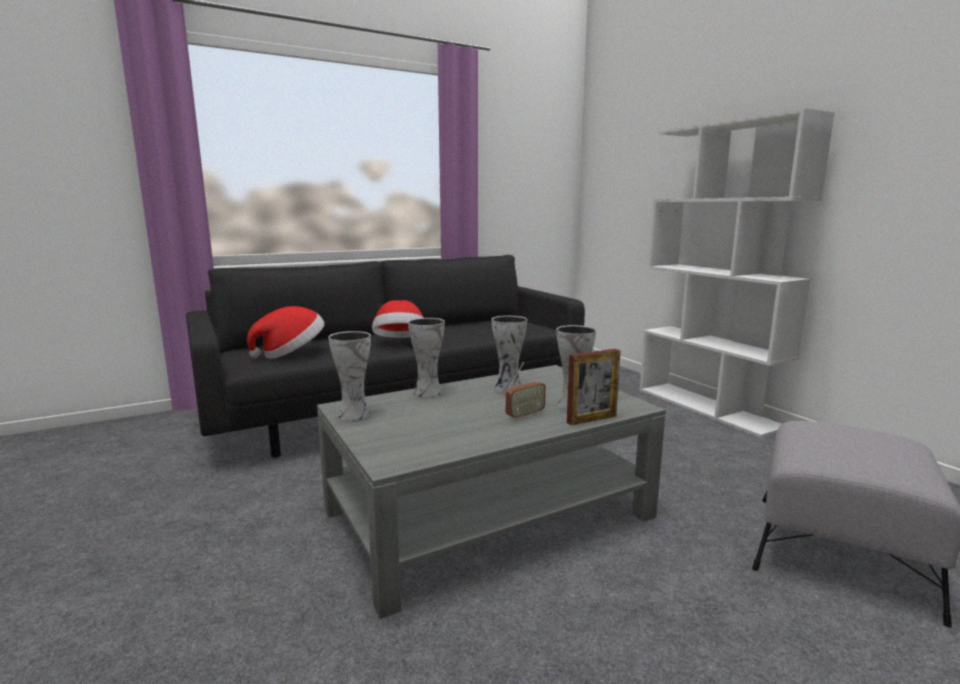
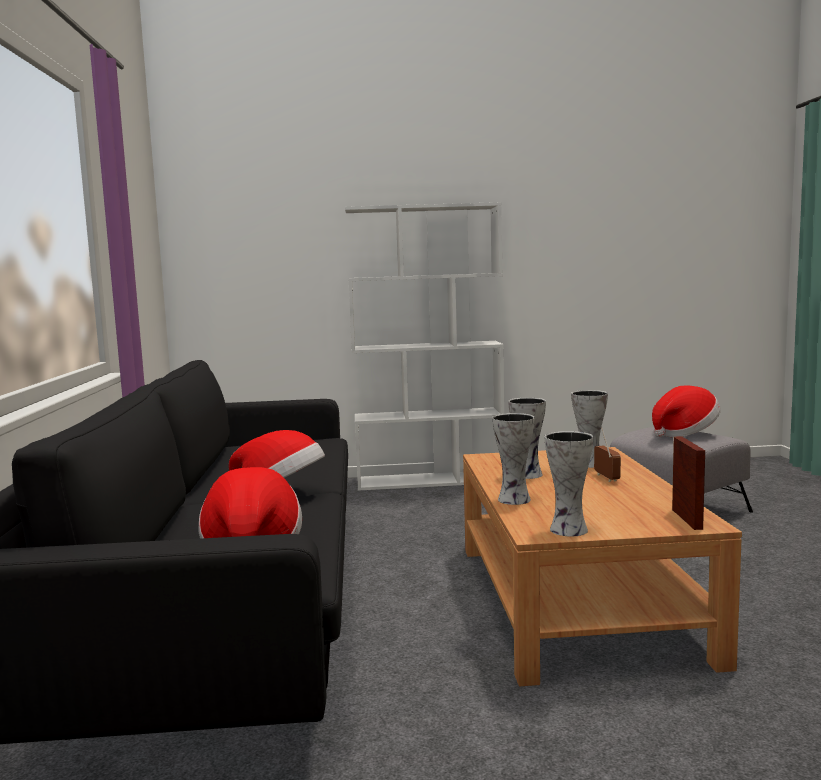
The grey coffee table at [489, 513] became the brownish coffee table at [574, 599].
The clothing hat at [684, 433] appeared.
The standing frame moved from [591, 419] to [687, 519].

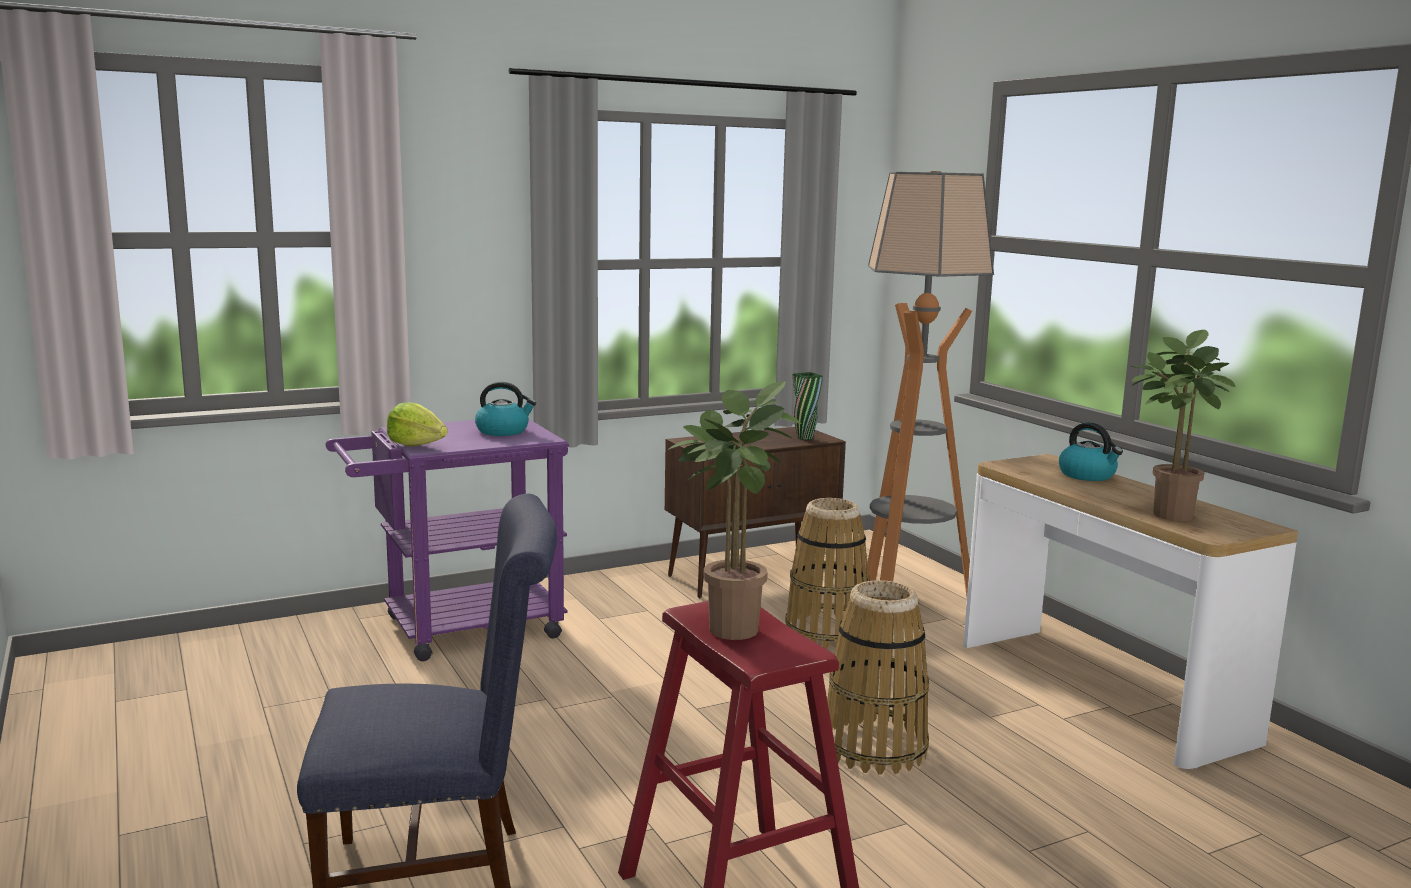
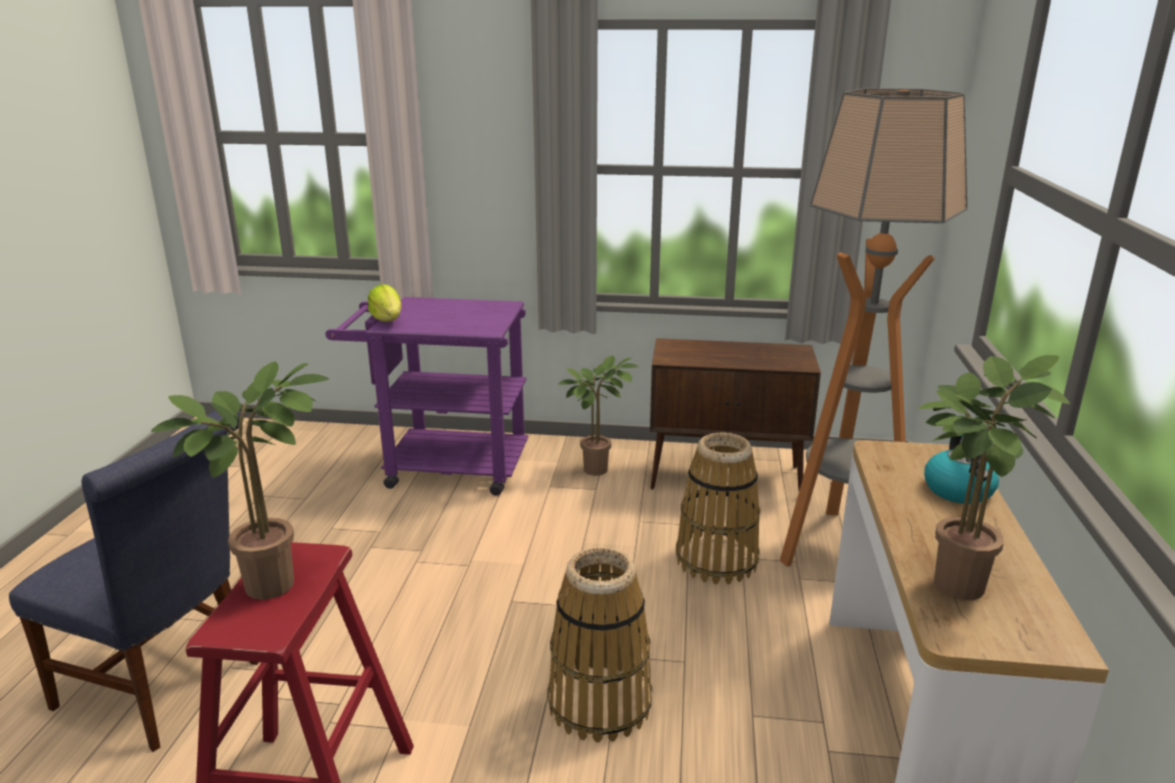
The potted plant at [597, 467] appeared.
The water kettle at [503, 431] disappeared.
The green-coloured flower vase at [804, 438] disappeared.

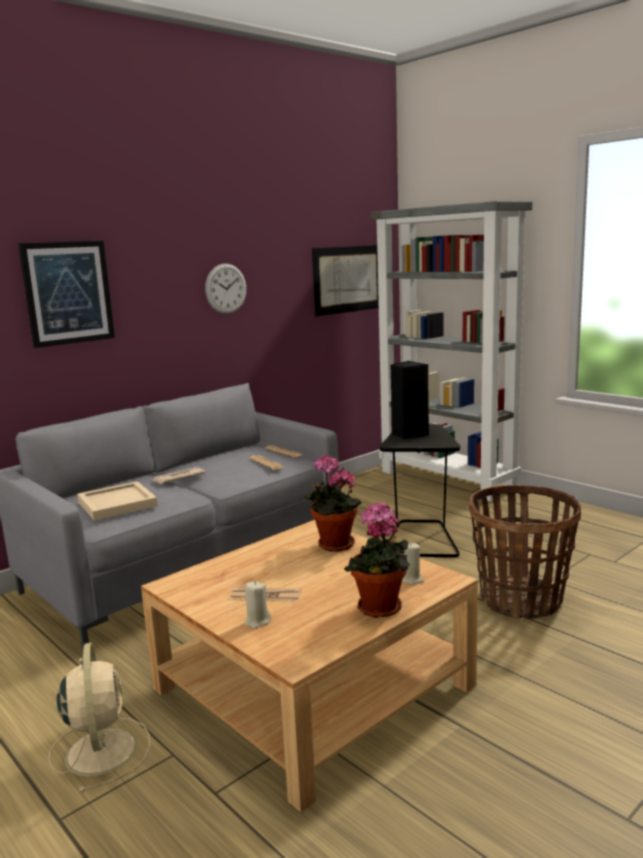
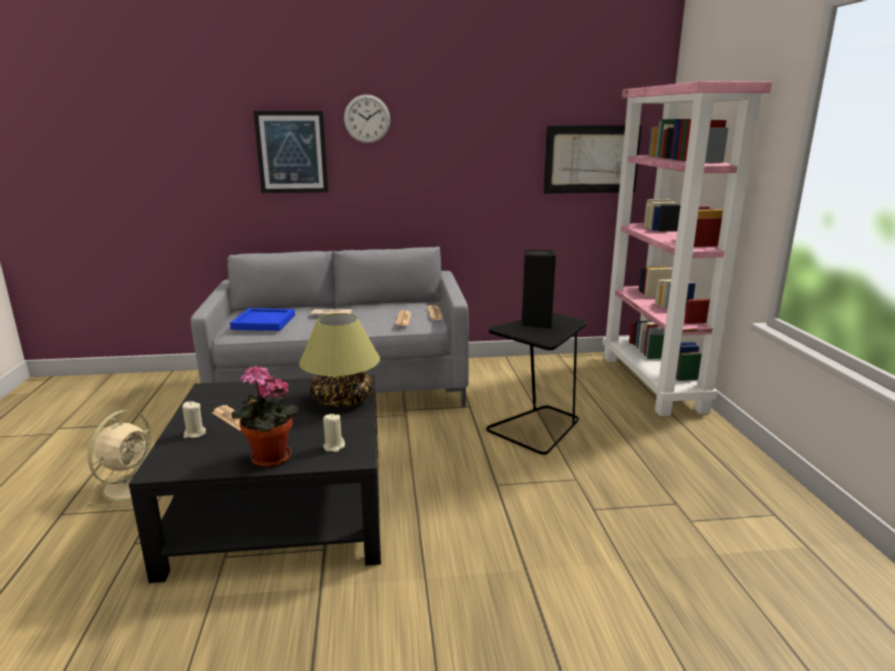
The beige coffee table at [312, 687] became the blackish coffee table at [282, 506].
The beige carrying tray at [118, 503] became the blue carrying tray at [265, 322].
The potted plant at [333, 545] was replaced by the table lamp at [341, 399].
The wall clock moved from [226, 288] to [367, 119].
The grey shelving unit at [448, 480] became the pink-coloured shelving unit at [653, 383].
The household basket at [521, 600] disappeared.

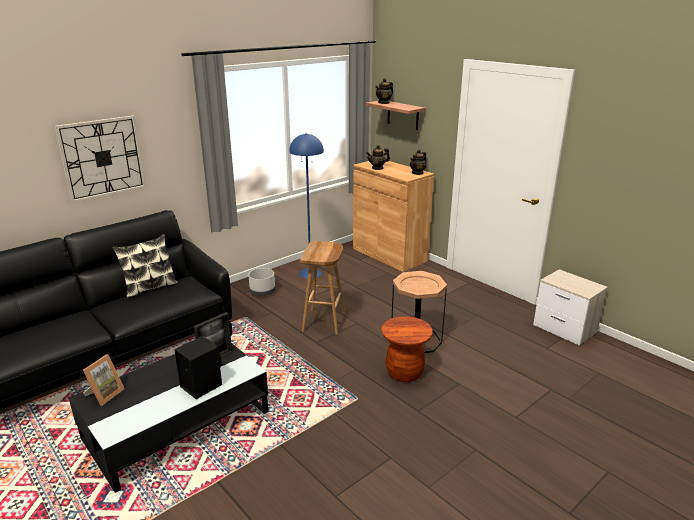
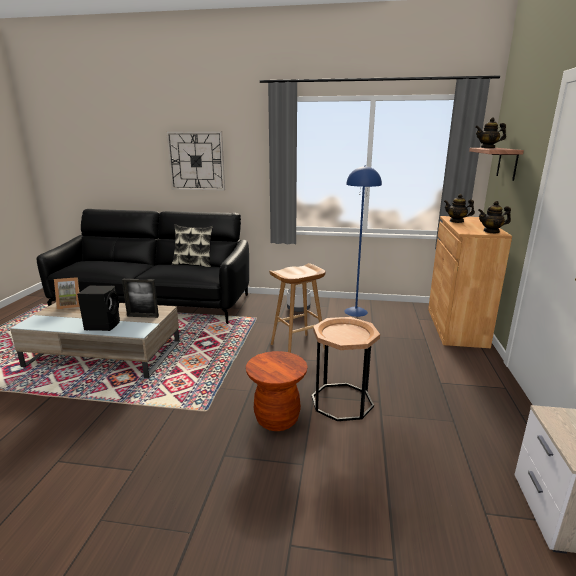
The blackish coffee table at [177, 425] became the beige coffee table at [104, 354].

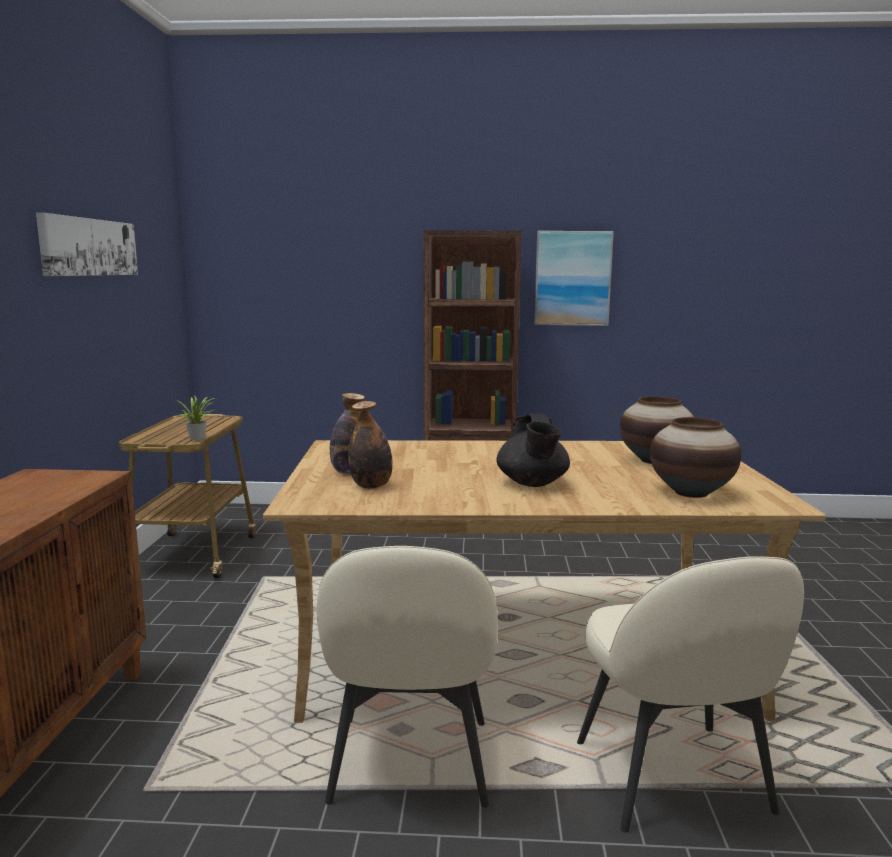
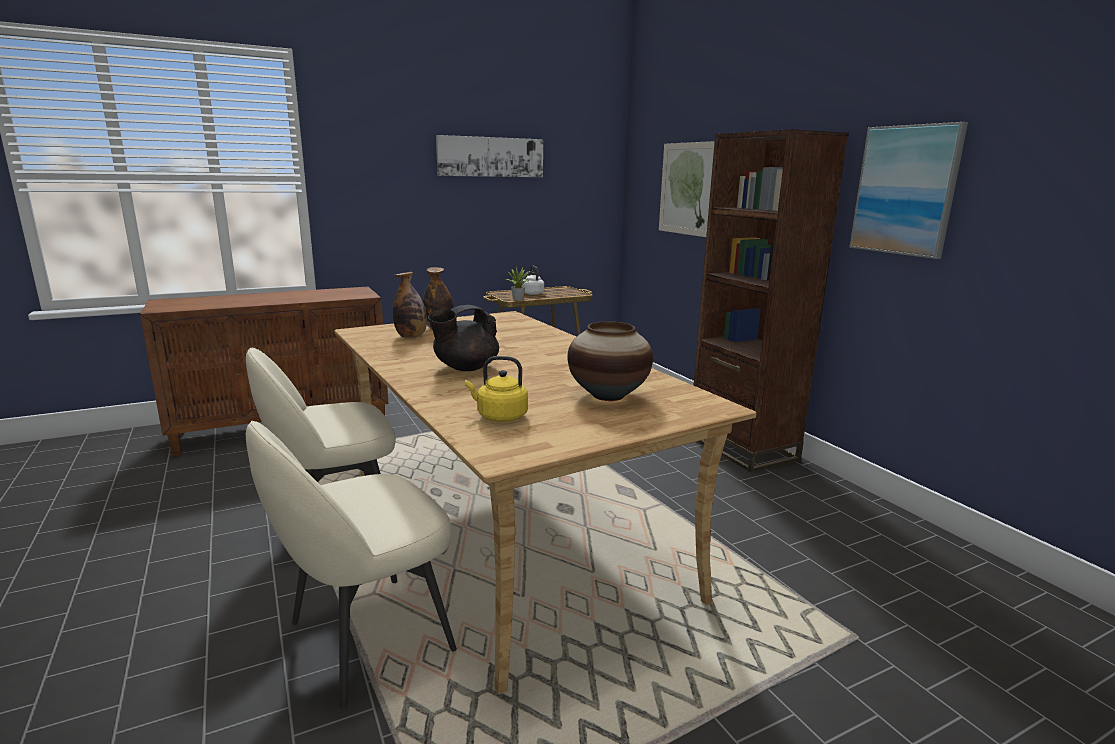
The flower vase at [691, 493] was replaced by the yellow-coloured water kettle at [499, 416].
The white-coloured water kettle at [532, 293] appeared.
The picture at [688, 189] appeared.

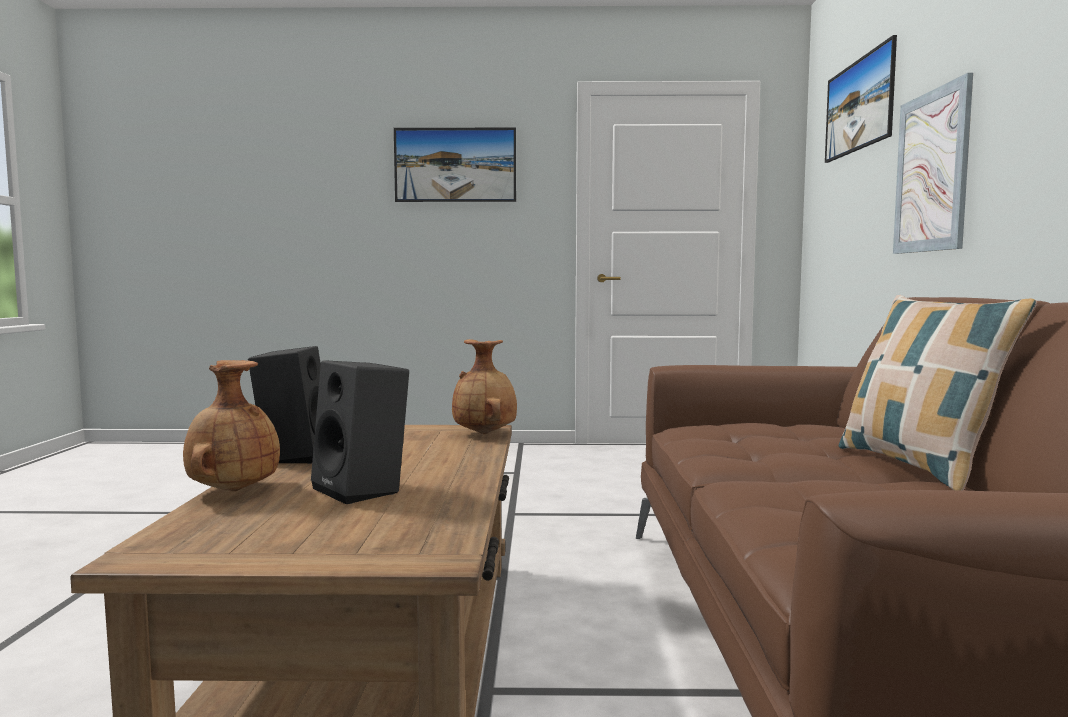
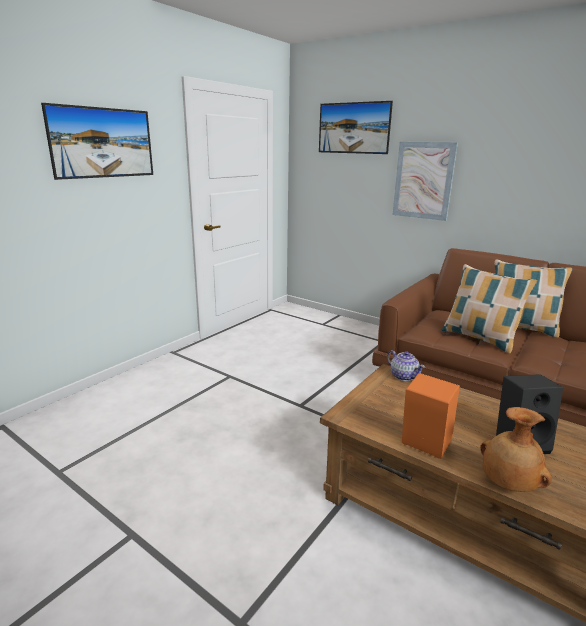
The brownish flower vase at [486, 433] was replaced by the teapot at [403, 376].
The blackish loudspeaker at [293, 456] became the orangey loudspeaker at [423, 445].
The cushion at [479, 338] appeared.

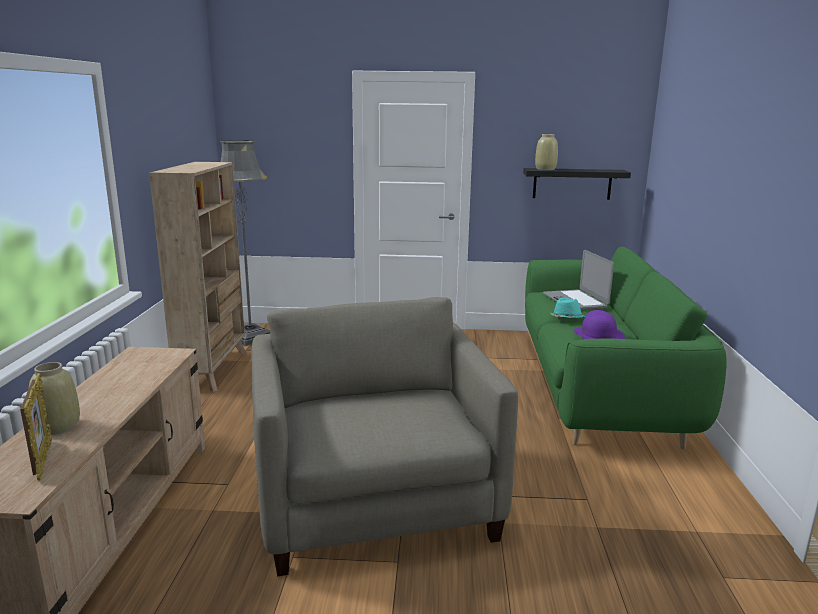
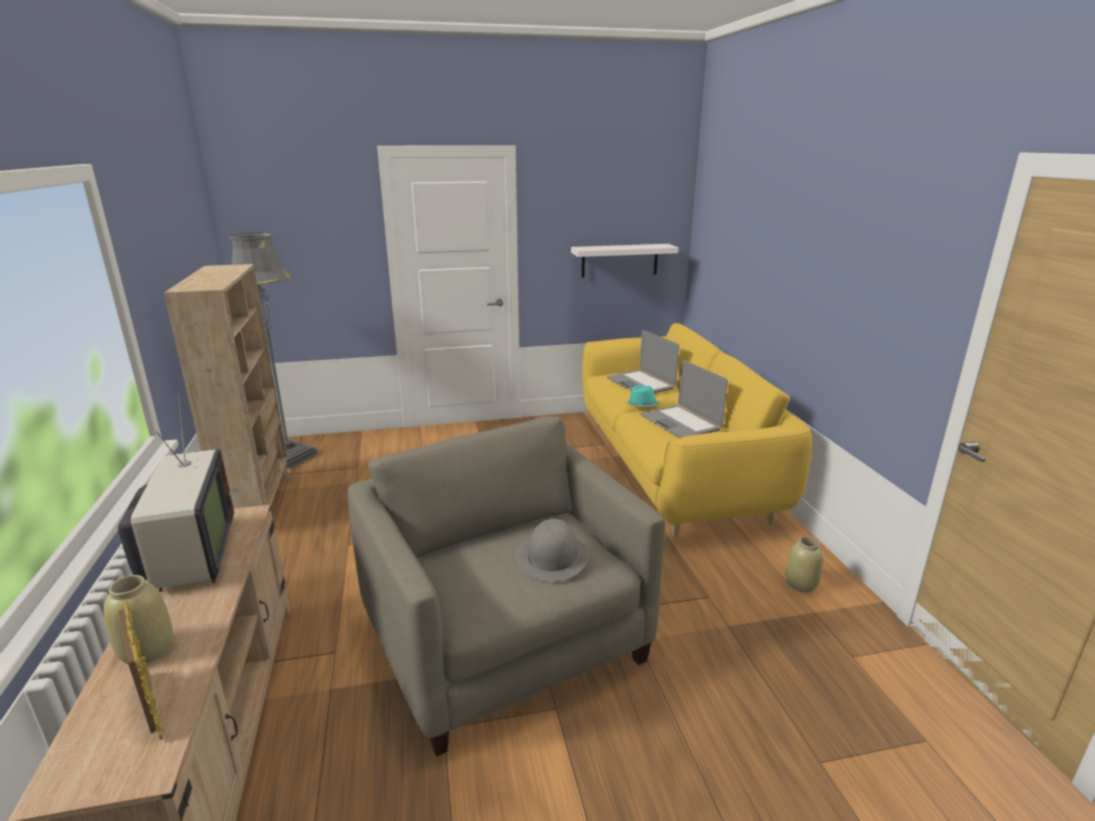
The TV at [190, 556] appeared.
The grey clothing hat at [552, 556] appeared.
The blackish shelf at [572, 183] became the white-coloured shelf at [619, 260].
The green-coloured sofa at [597, 387] became the yellow-coloured sofa at [672, 468].
The purplish clothing hat at [598, 335] was replaced by the laptop at [680, 423].
The beige flower vase moved from [545, 169] to [800, 584].

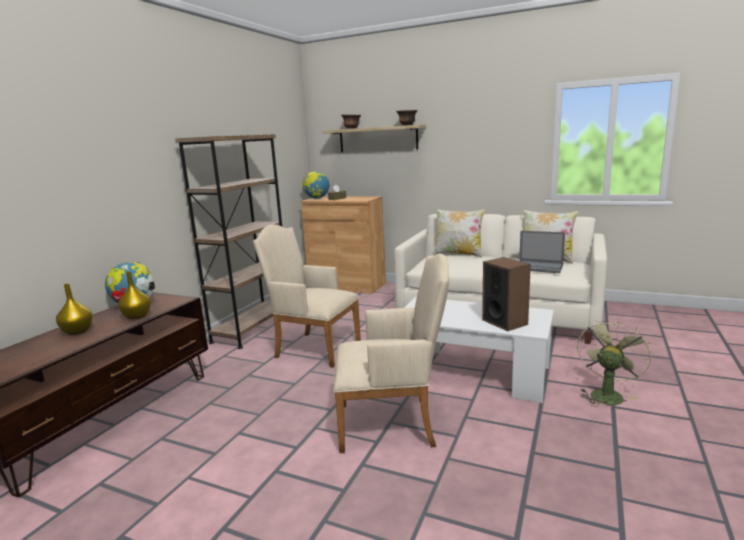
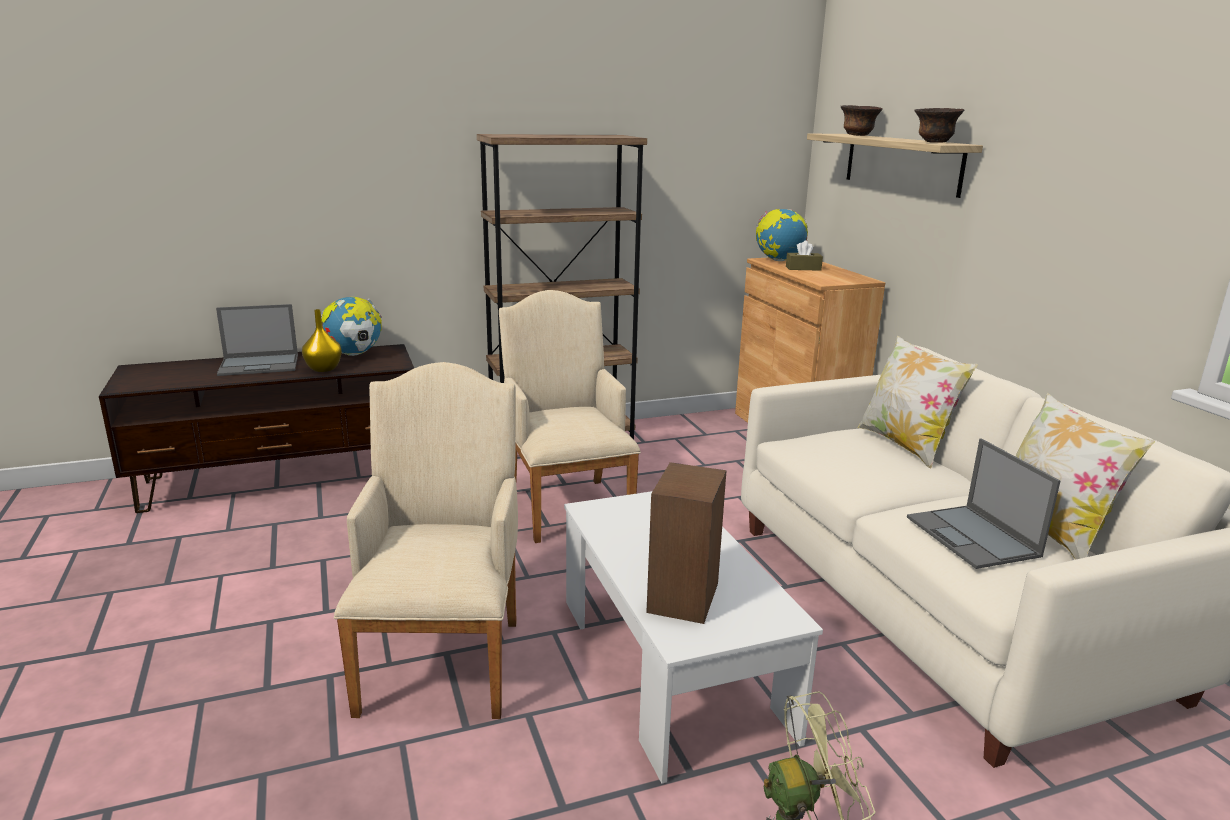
The yellow-coloured flower vase at [78, 331] was replaced by the laptop at [260, 365].
The beige armchair at [393, 424] turned 135 degrees counterclockwise.

